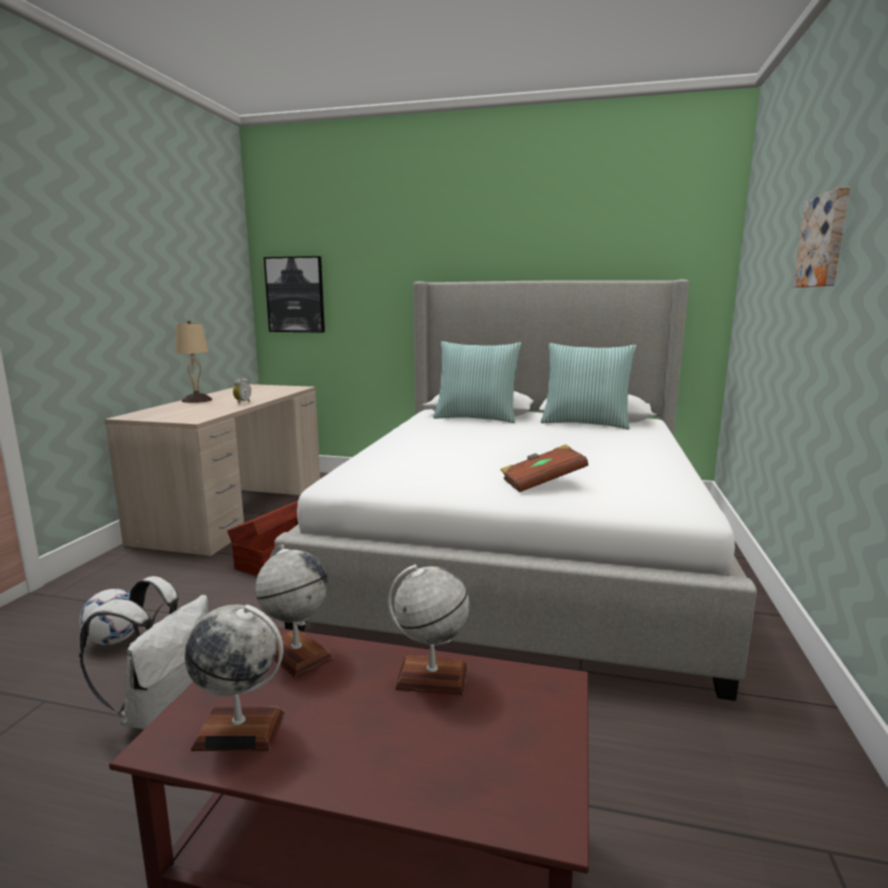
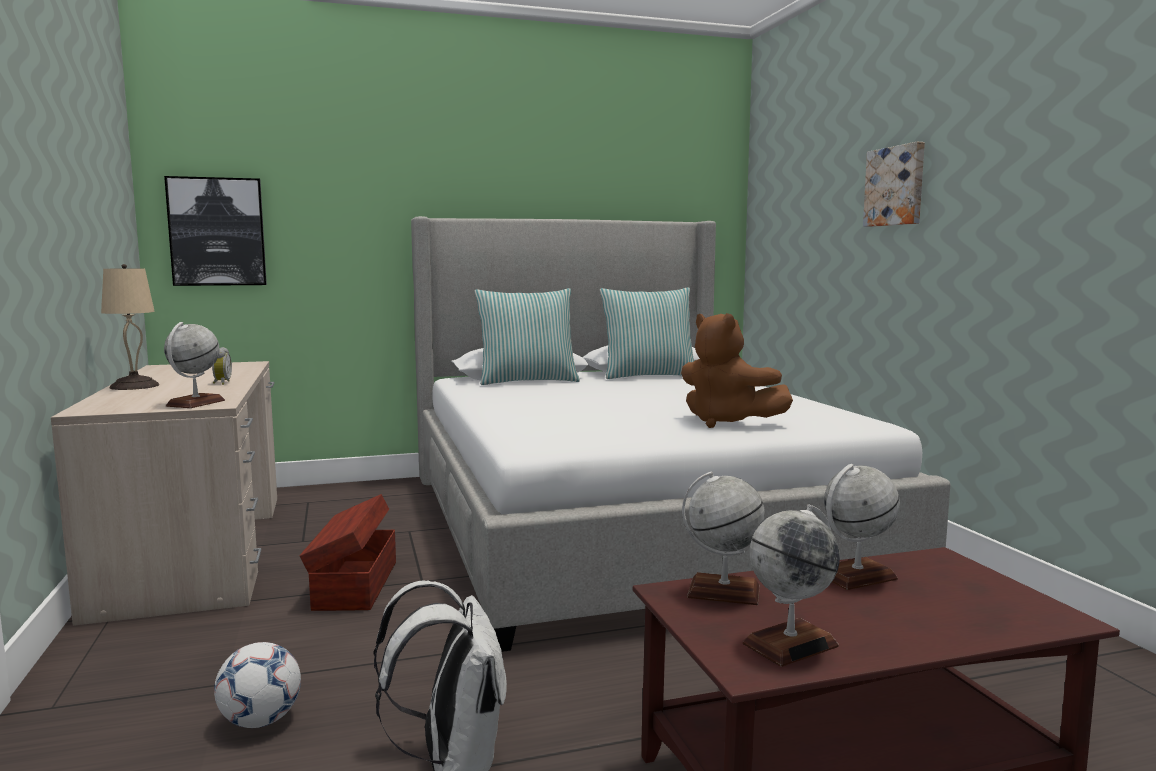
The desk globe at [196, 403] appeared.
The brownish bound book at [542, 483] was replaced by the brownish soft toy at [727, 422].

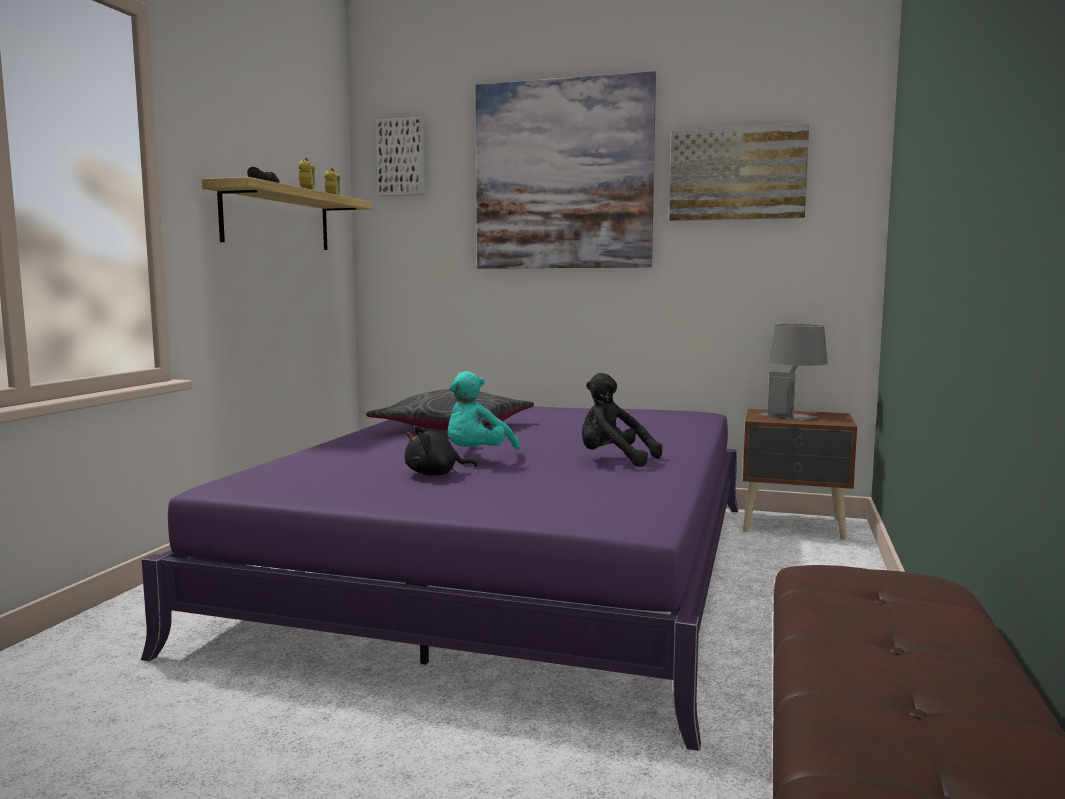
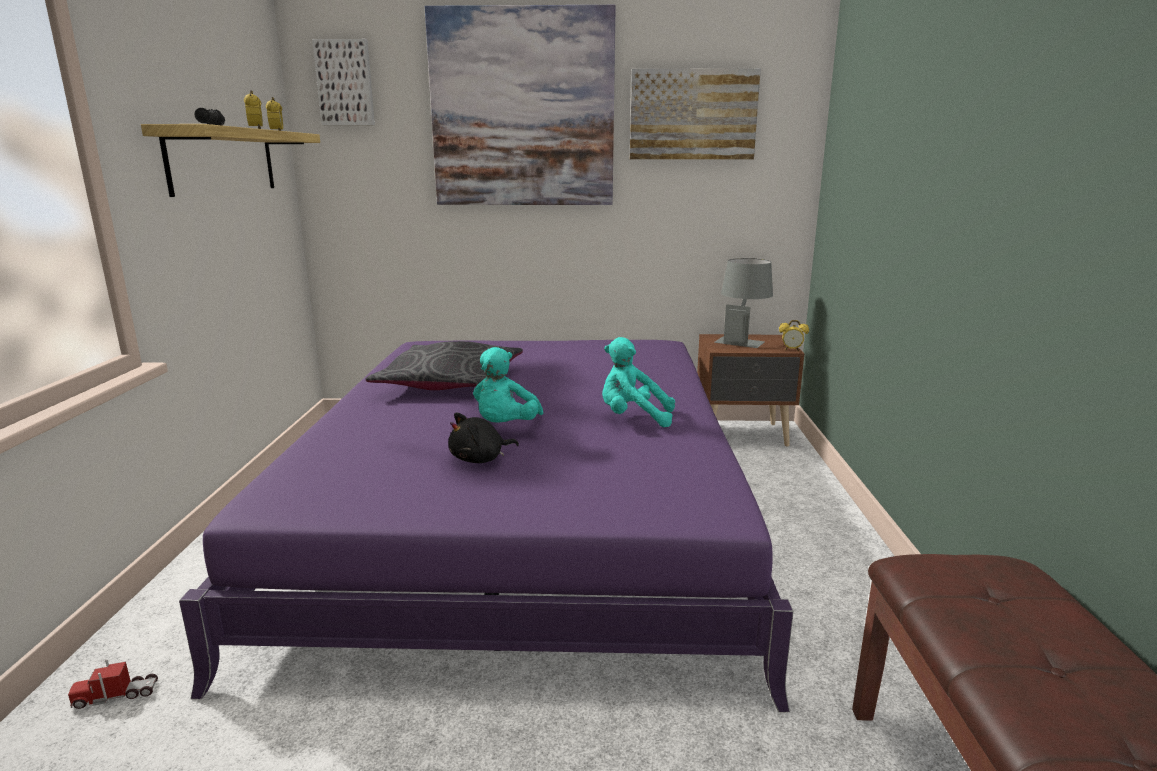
The toy truck at [116, 695] appeared.
The blackish soft toy at [613, 460] became the turquoise-coloured soft toy at [633, 418].
The bedside clock at [791, 350] appeared.

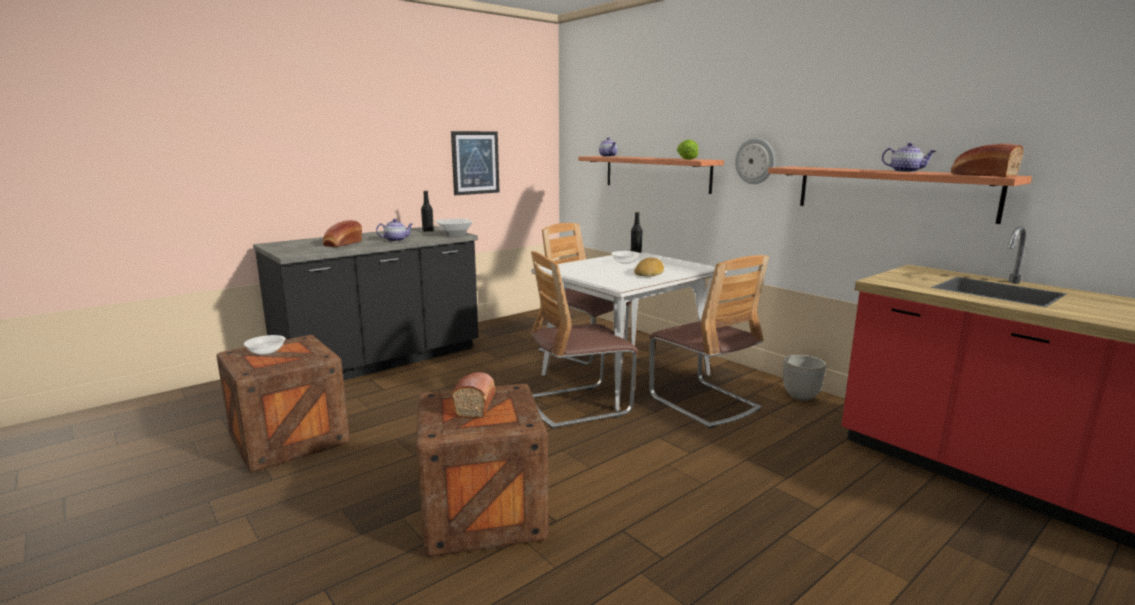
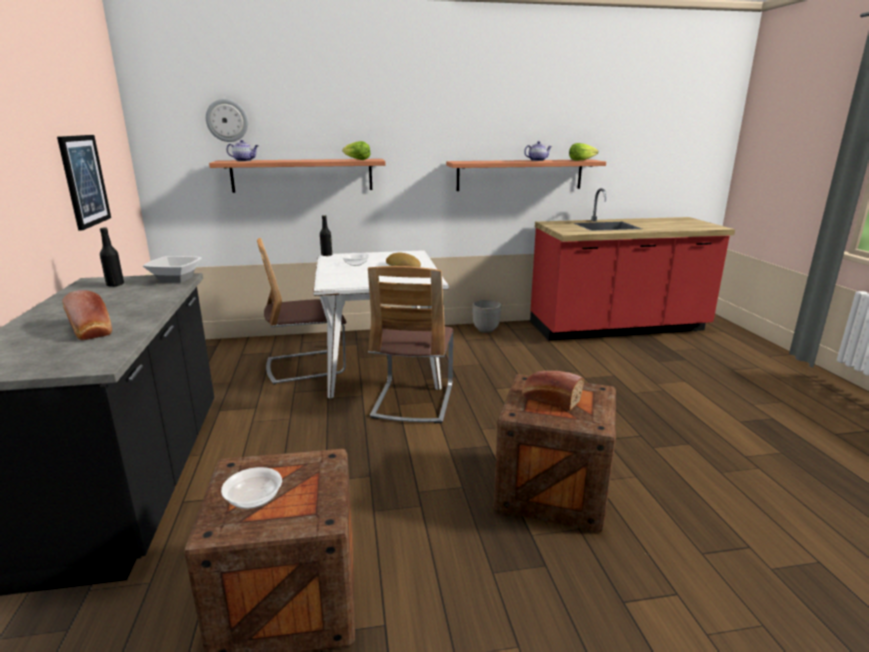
The wall clock moved from [755, 161] to [227, 120].
The baked bread at [981, 175] was replaced by the lettuce head at [581, 160].
The teapot at [396, 240] disappeared.
The plain chair at [703, 403] disappeared.

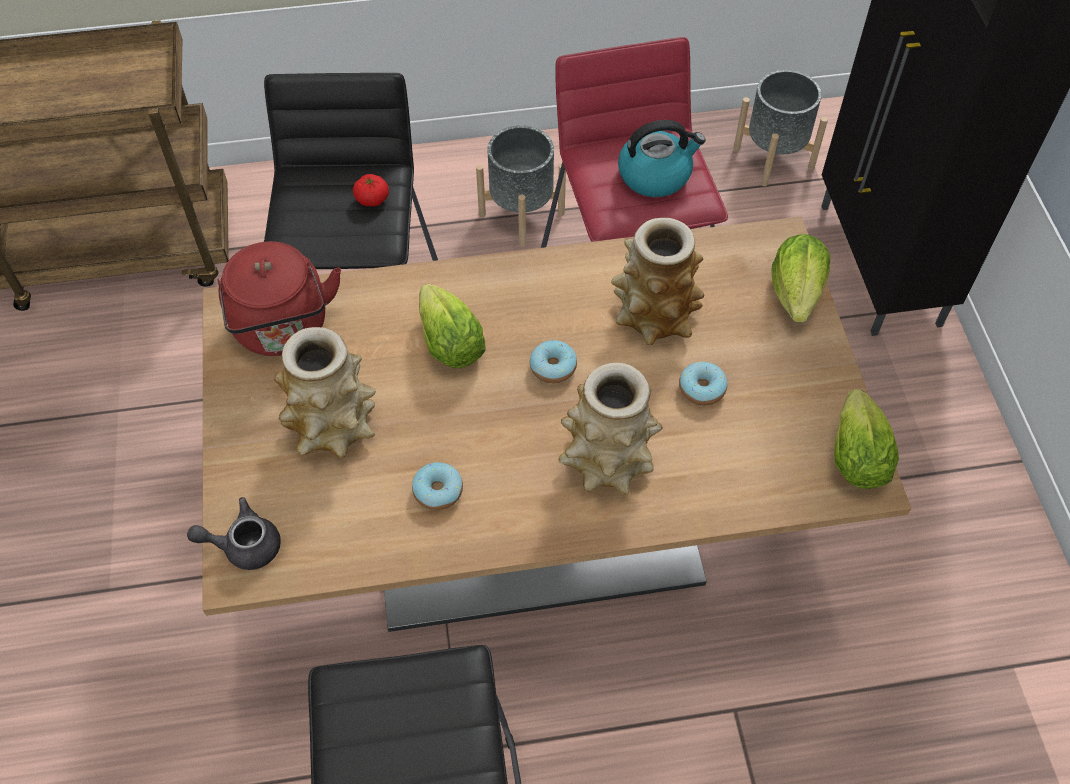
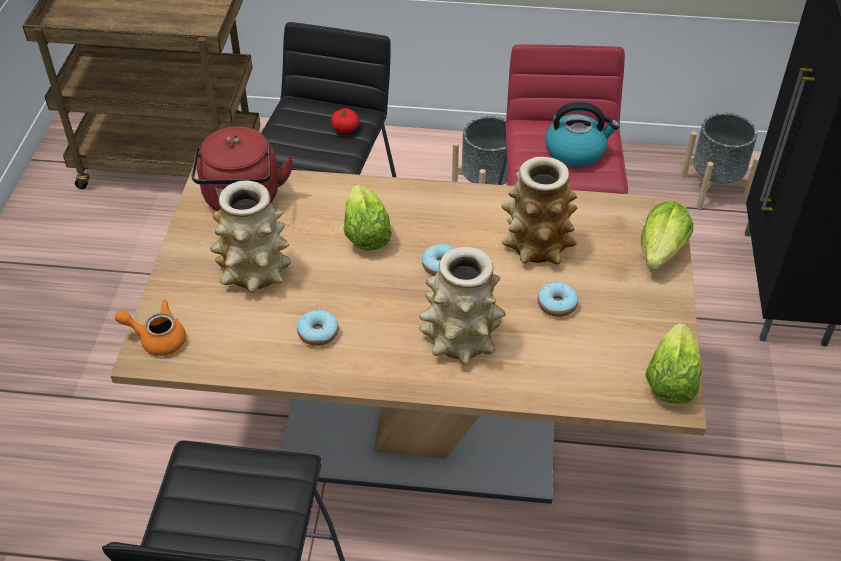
The grey teapot at [244, 545] became the orangey teapot at [157, 339].

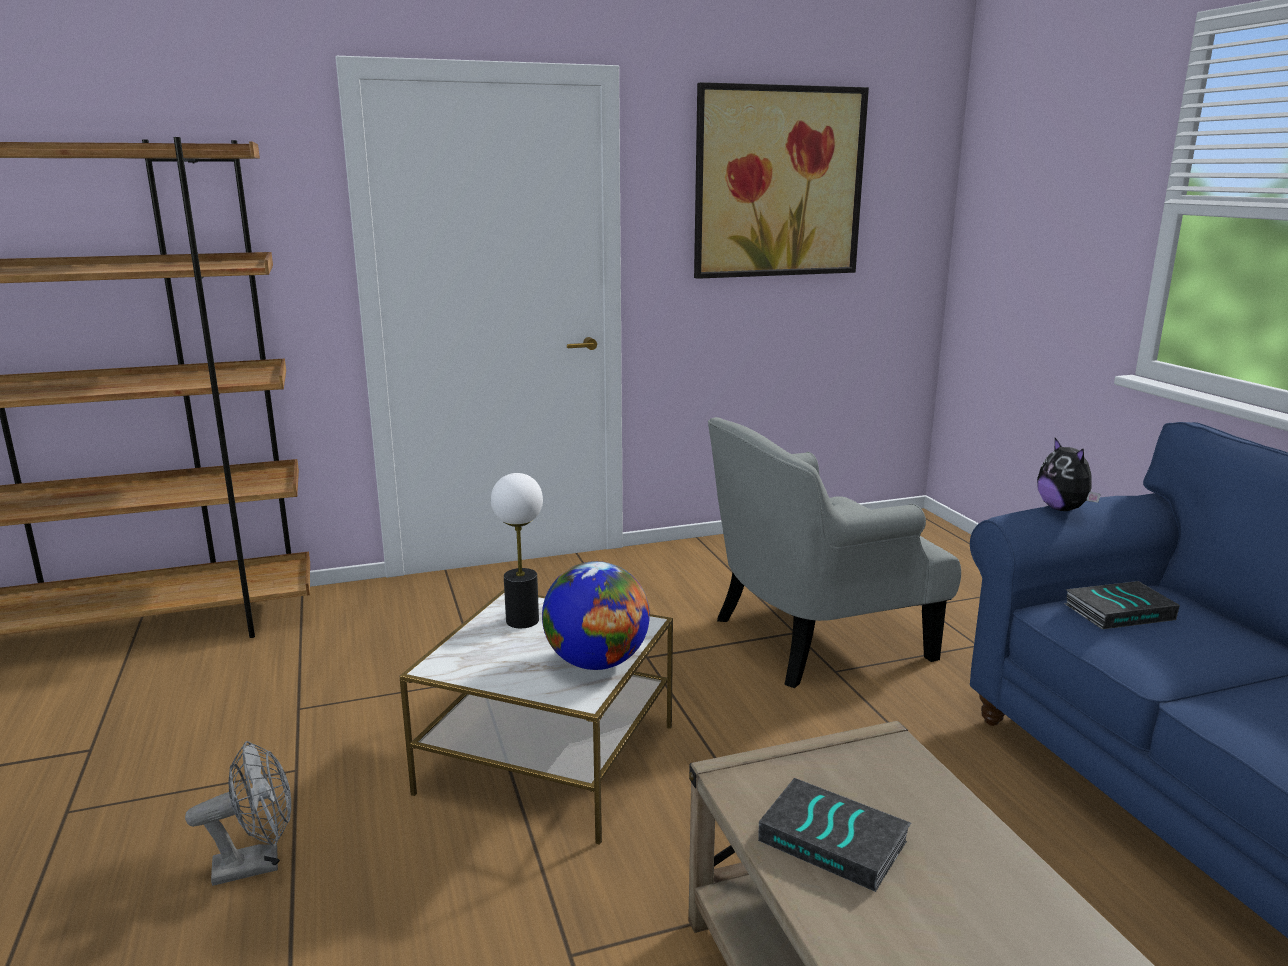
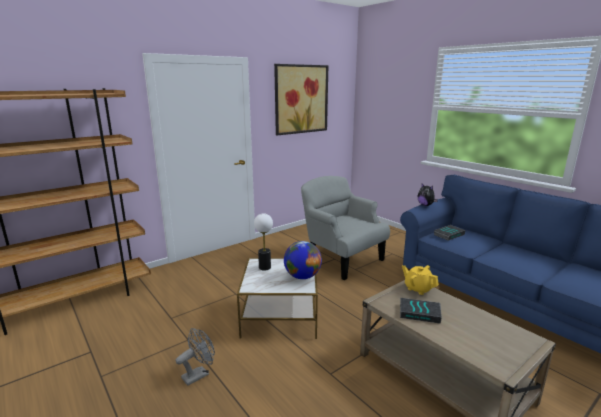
The grey armchair at [814, 636] turned 90 degrees clockwise.
The yellow-coloured teapot at [418, 288] appeared.

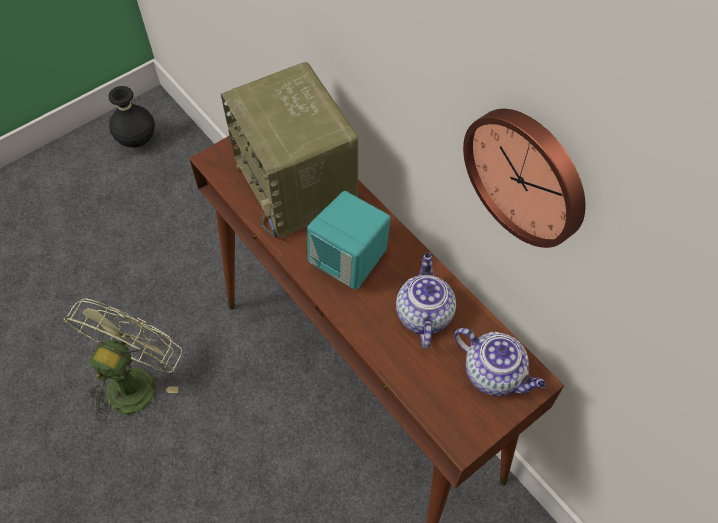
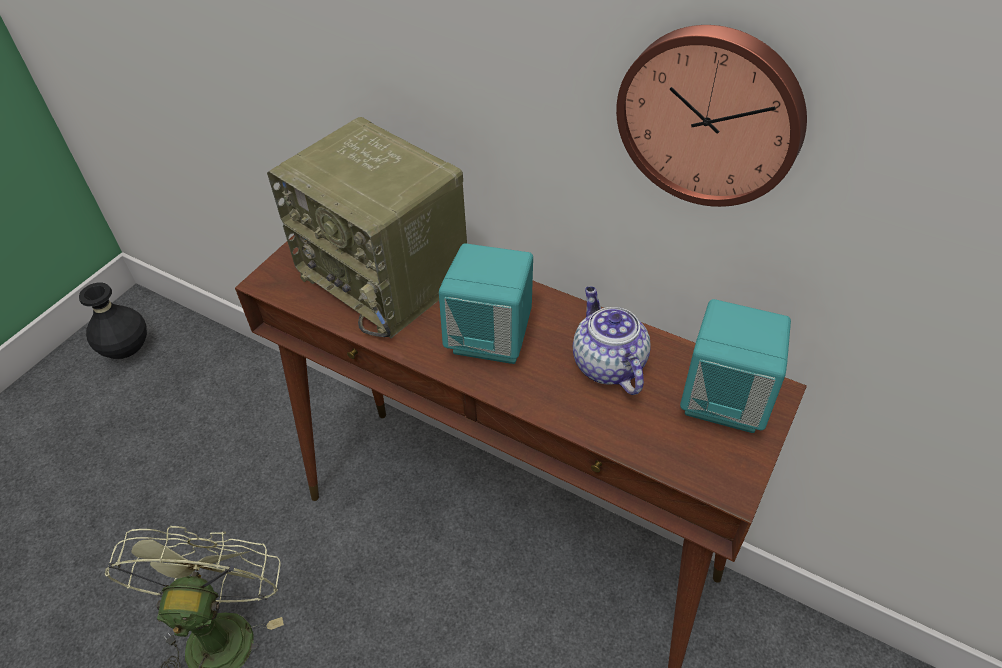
The teapot at [495, 374] was replaced by the turquoise-coloured loudspeaker at [724, 400].

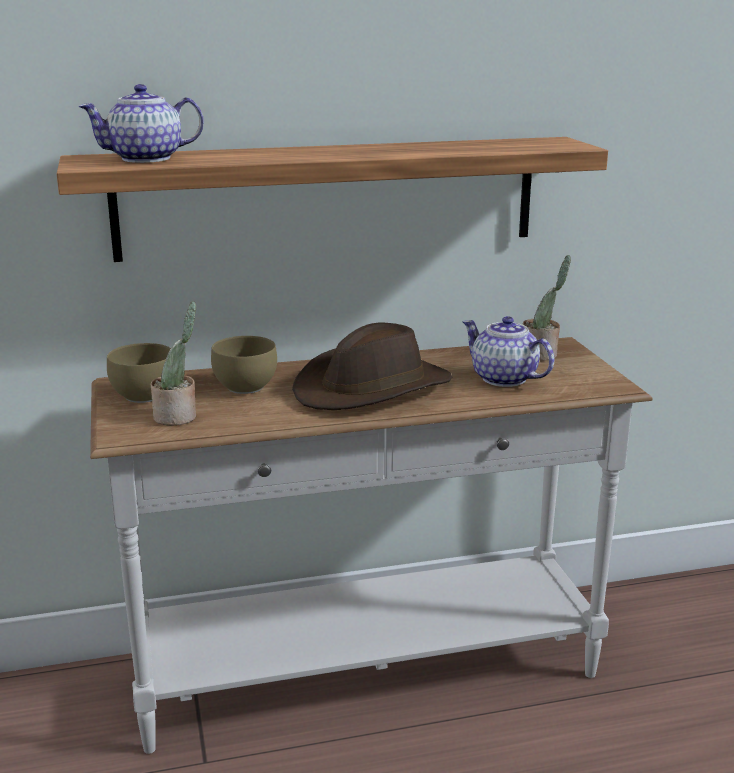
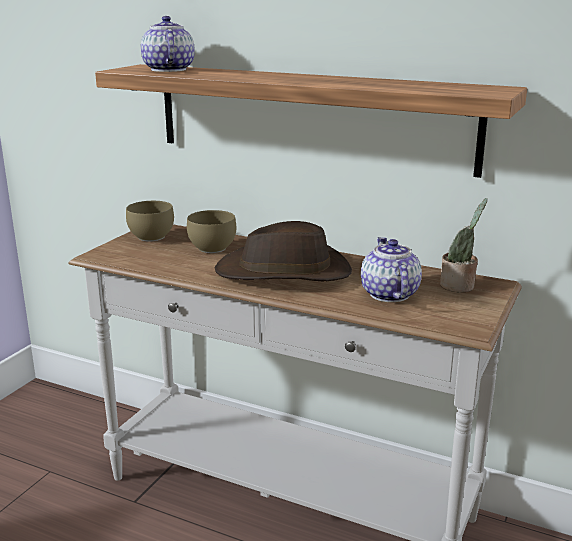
The teapot at [147, 158] turned 60 degrees clockwise.
The potted plant at [178, 417] disappeared.

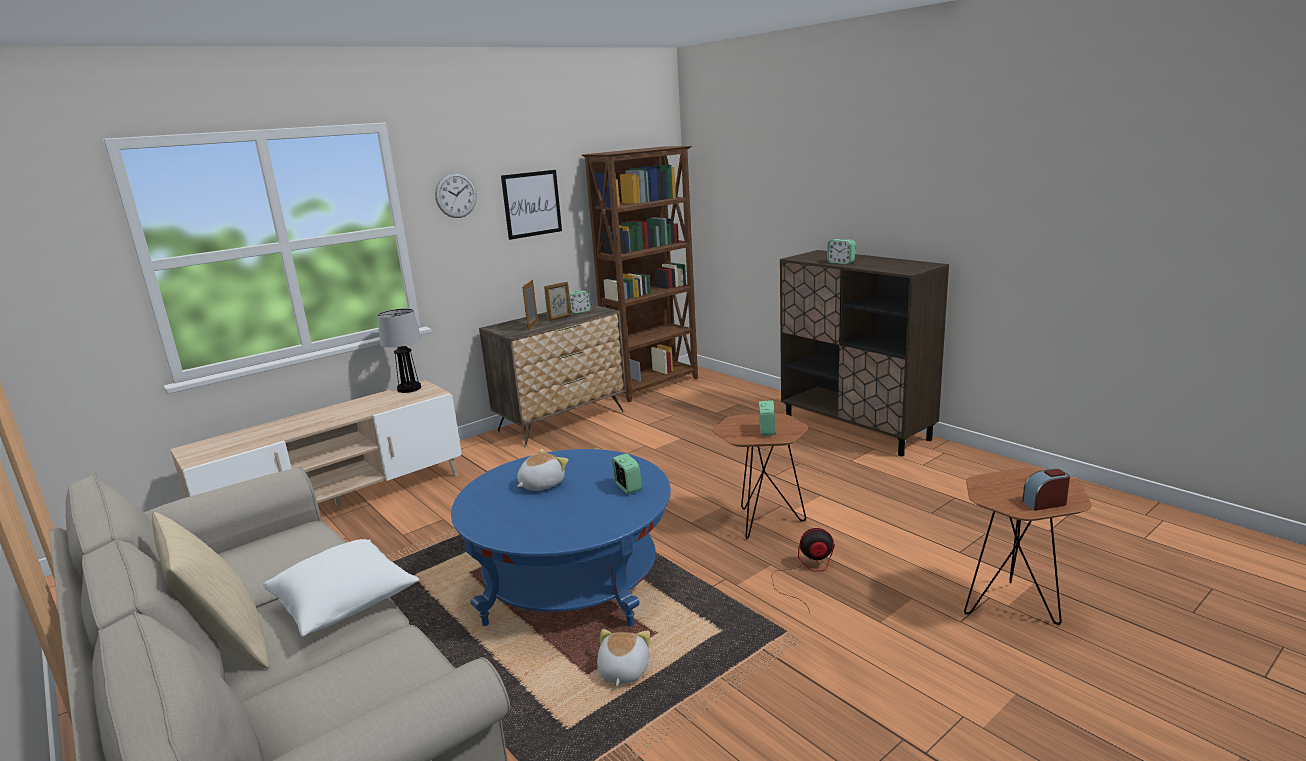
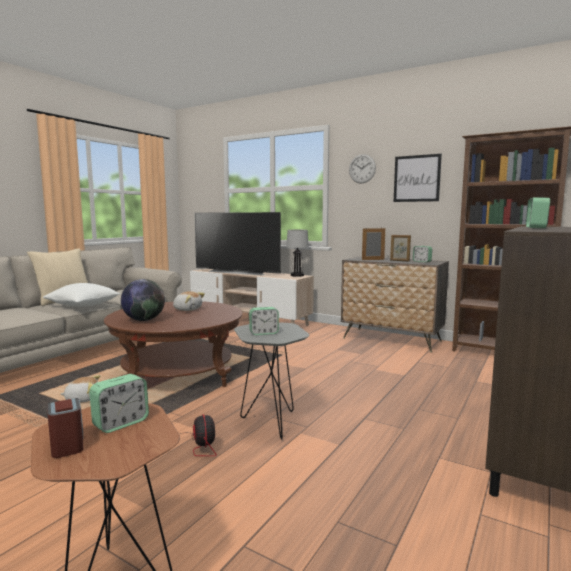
The bedside clock moved from [627, 487] to [121, 423].
The blue coffee table at [571, 582] became the brownish coffee table at [178, 374].
The desk globe at [144, 320] appeared.
The TV at [238, 272] appeared.
The brownish accent table at [761, 522] became the grey accent table at [271, 421].

